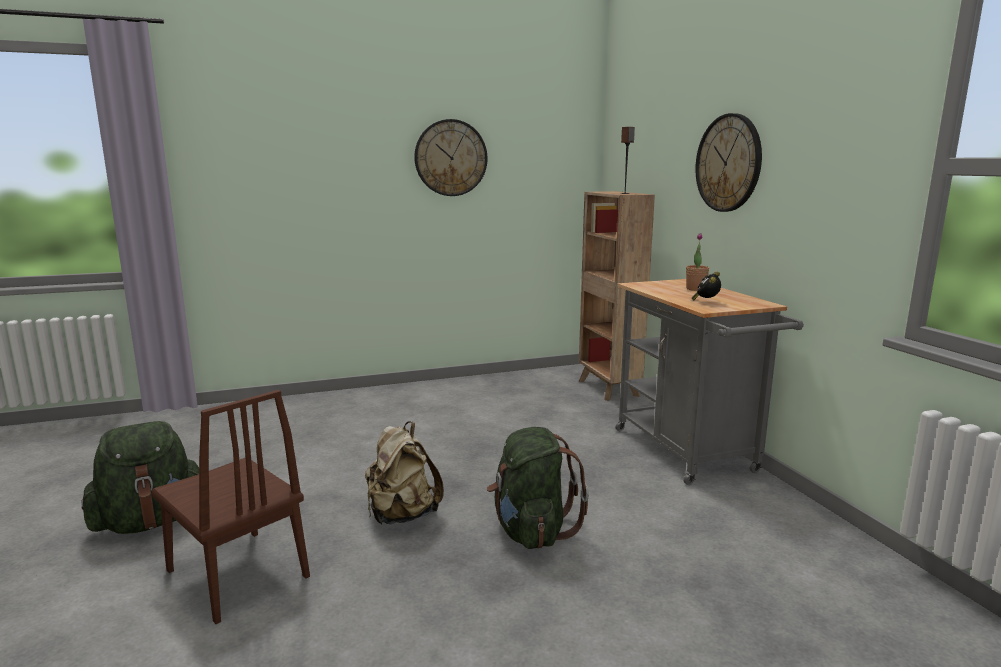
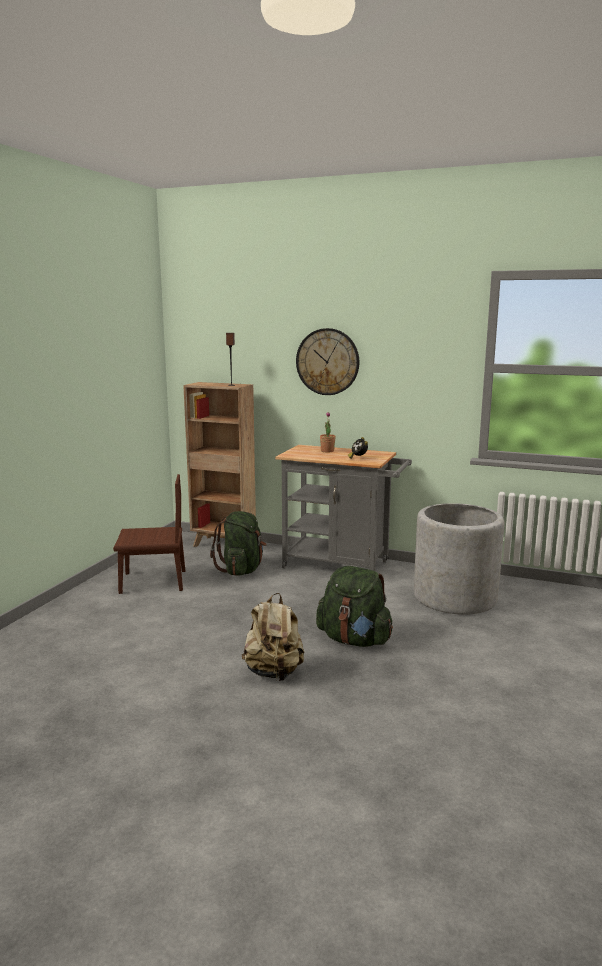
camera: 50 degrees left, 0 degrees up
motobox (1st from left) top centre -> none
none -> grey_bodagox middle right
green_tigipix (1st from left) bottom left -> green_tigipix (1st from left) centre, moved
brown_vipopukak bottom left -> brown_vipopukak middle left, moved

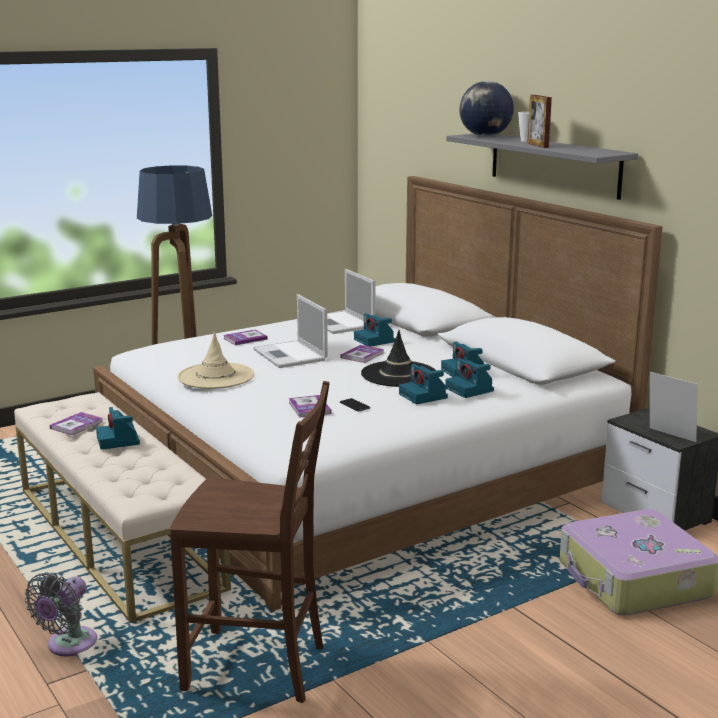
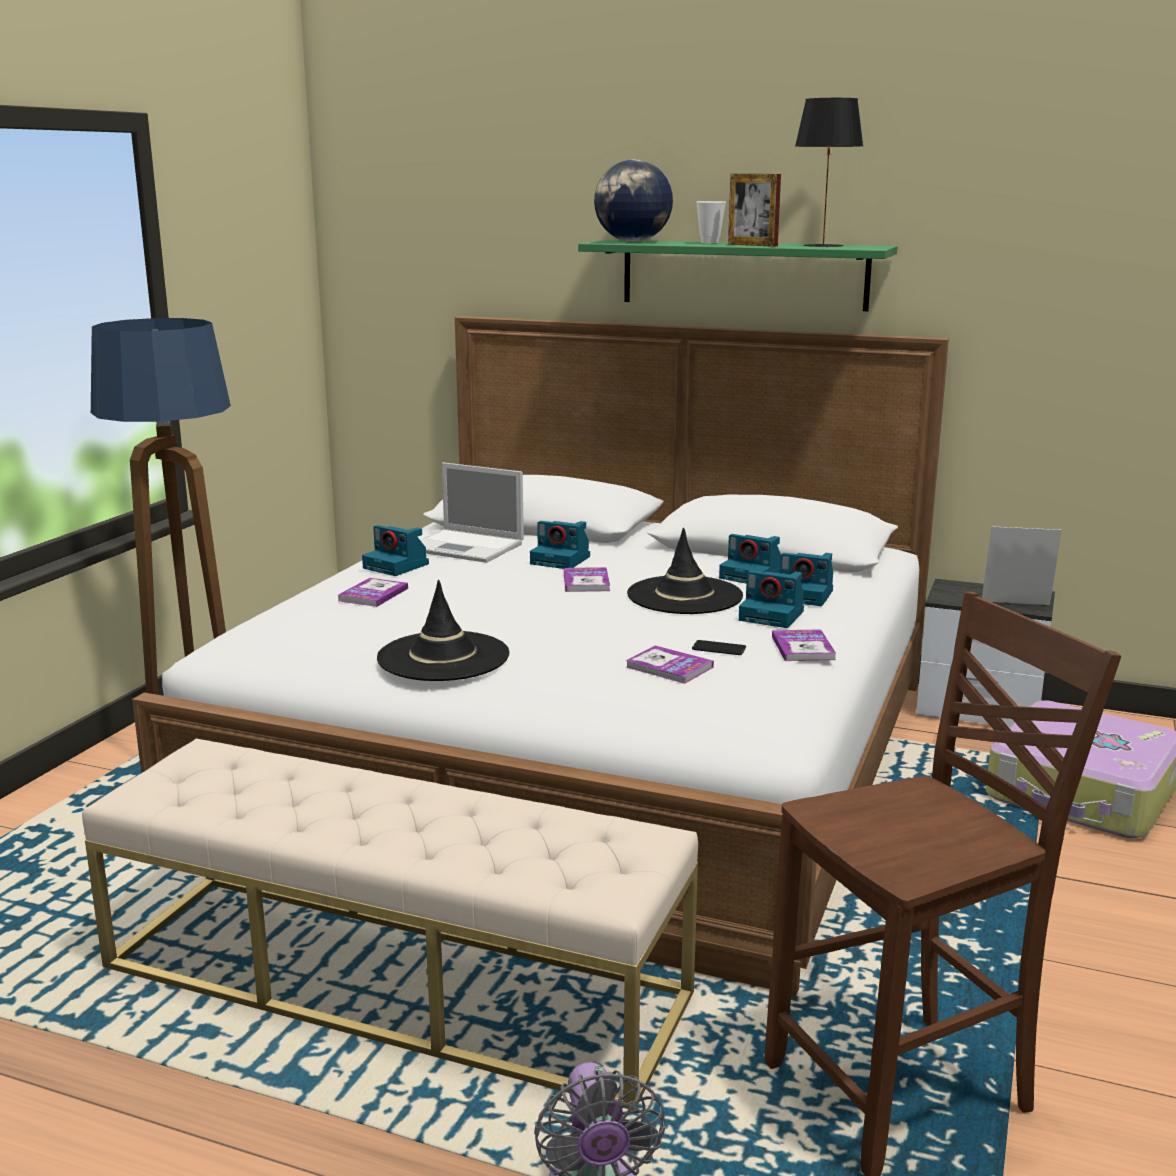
camera: 35 degrees left, 0 degrees up
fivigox (1st from left) centre -> none
none -> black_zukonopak top right
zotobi (1st from left in the first image) middle left -> zotobi (4th from left) middle right, moved
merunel (1st from left) middle left -> merunel (1st from left) centre, moved
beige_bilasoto middle left -> black_bilasoto (1st from left) centre
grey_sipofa top right -> green_sipofa top centre

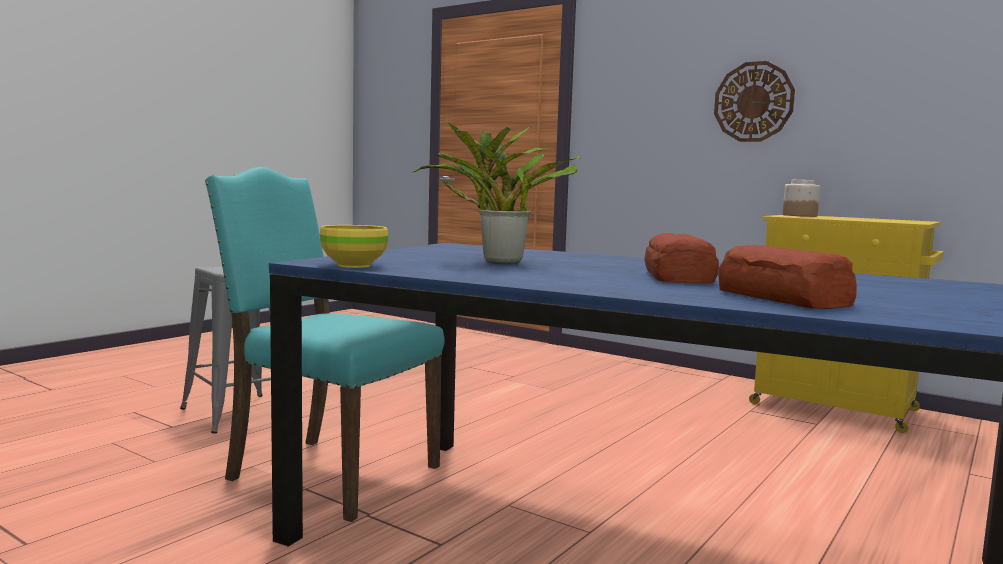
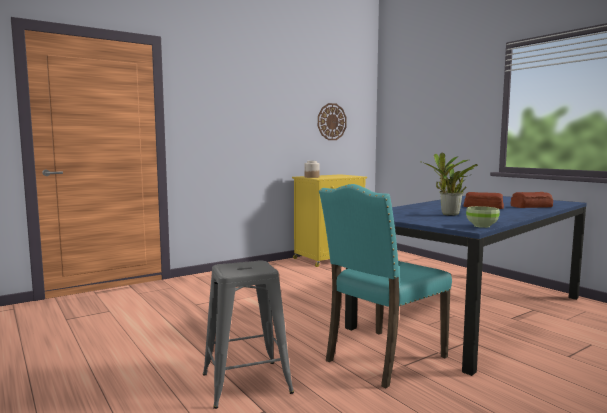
camera: 70 degrees left, 0 degrees up
motobox top right -> motobox top centre, moved
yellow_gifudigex centre -> green_gifudigex middle right

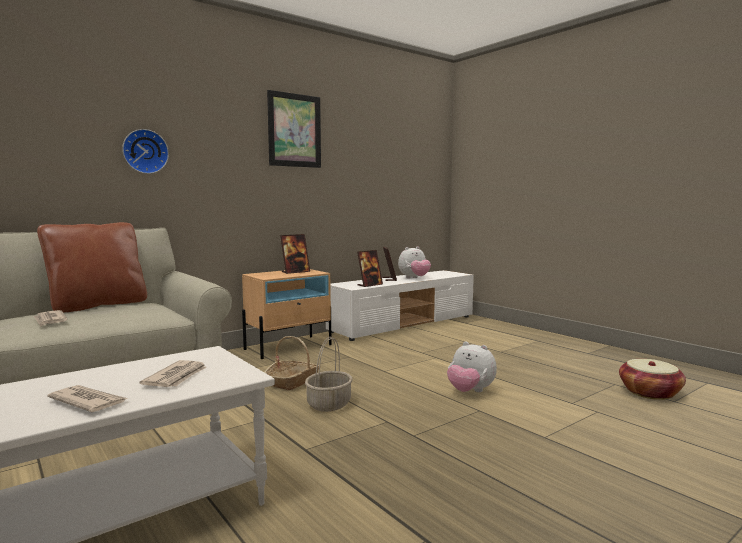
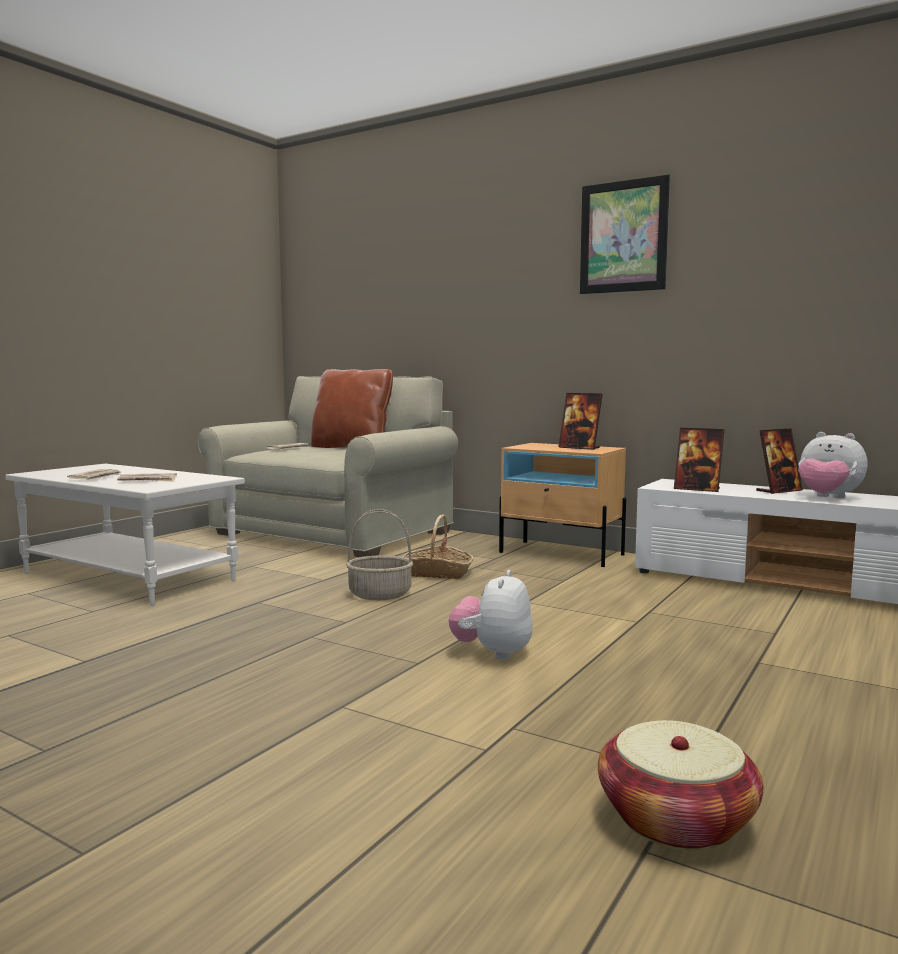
camera: 70 degrees right, 0 degrees up
motobox top left -> none

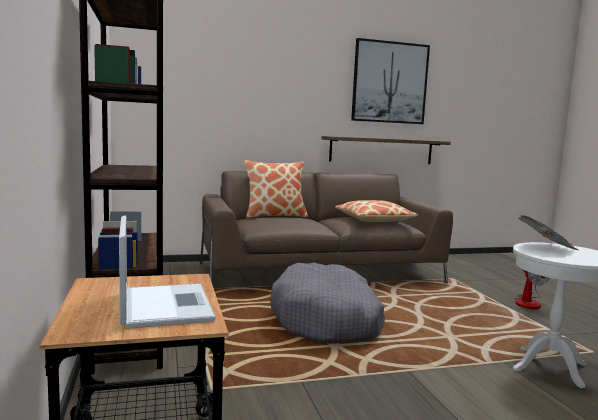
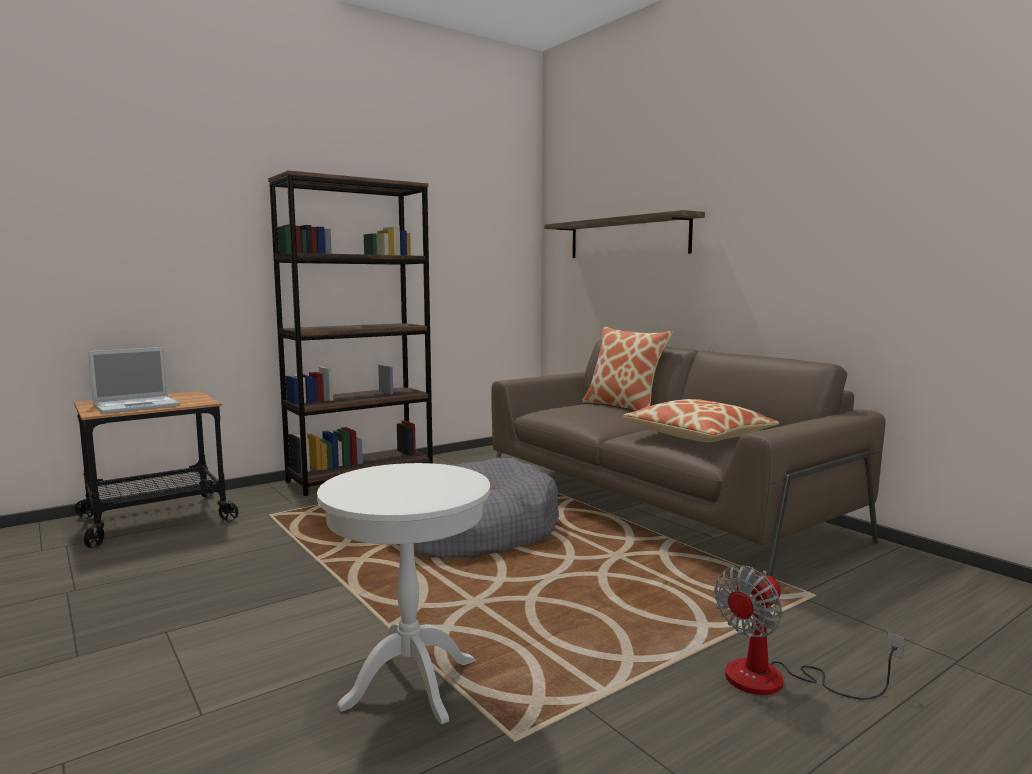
camera: 70 degrees right, 0 degrees up
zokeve top centre -> none
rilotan middle right -> none
sipofa centre -> sipofa top centre, moved

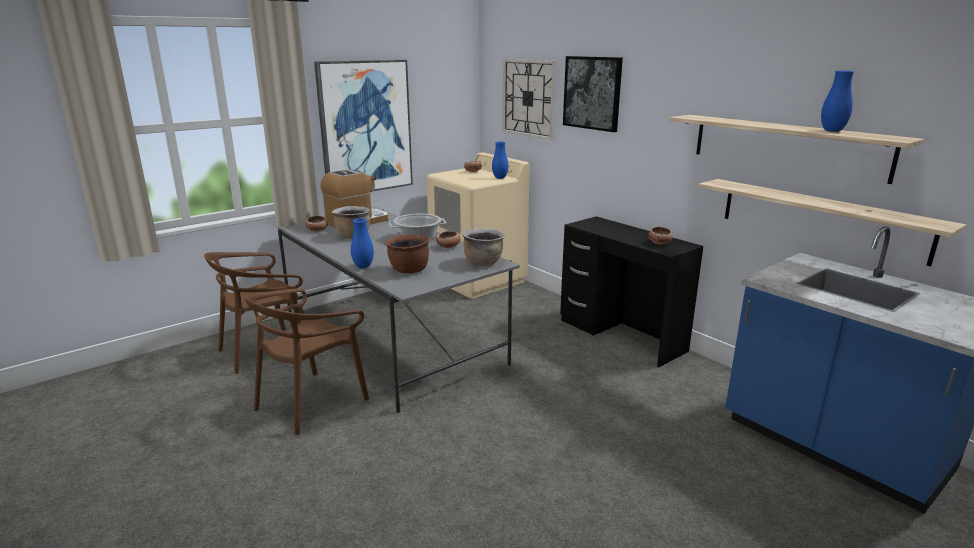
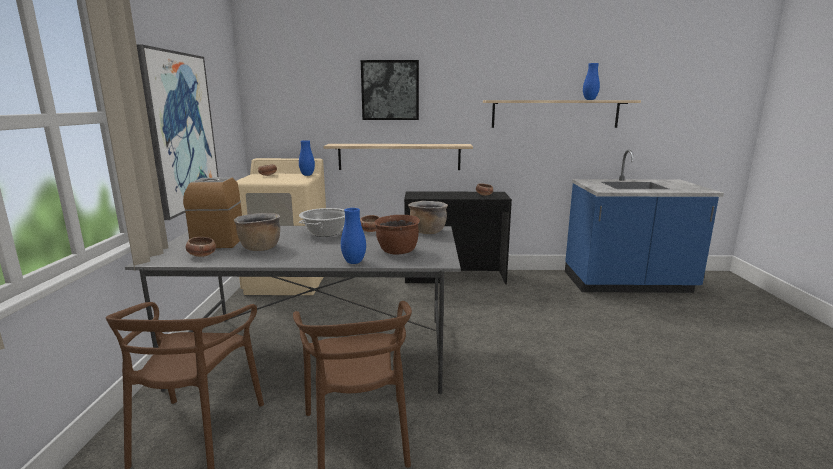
camera: 50 degrees left, 5 degrees down
motobox top centre -> none
sipofa (2nd from left in the first image) middle right -> sipofa (1st from left) centre, moved

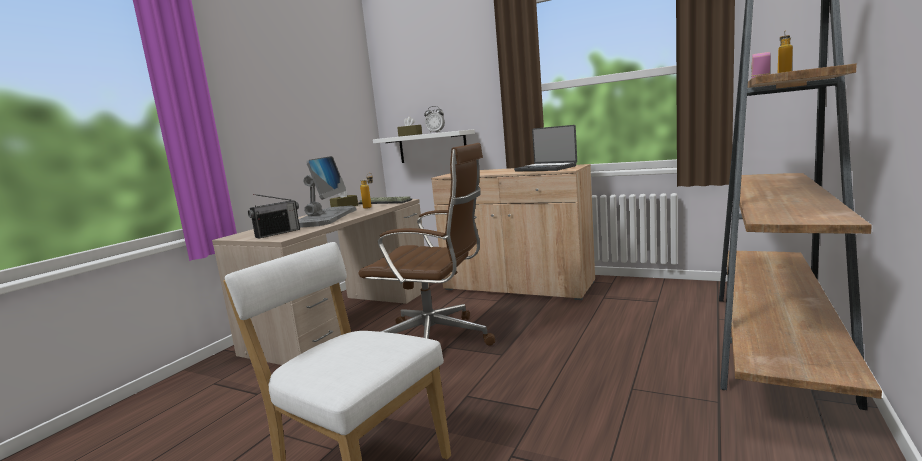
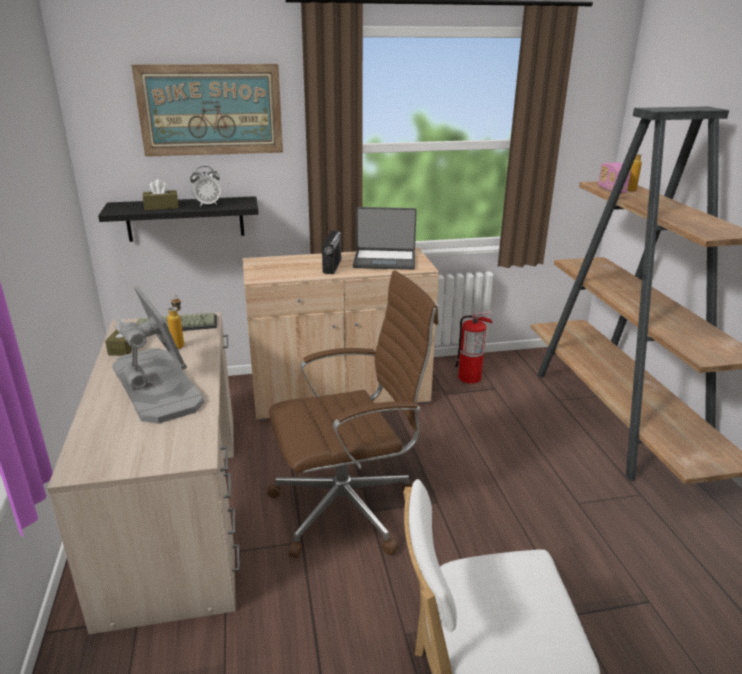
camera: 40 degrees left, 15 degrees up
none -> zokeve top left
none -> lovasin centre
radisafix (1st from left) middle left -> radisafix (1st from left) centre, moved
white_sipofa top centre -> black_sipofa top left

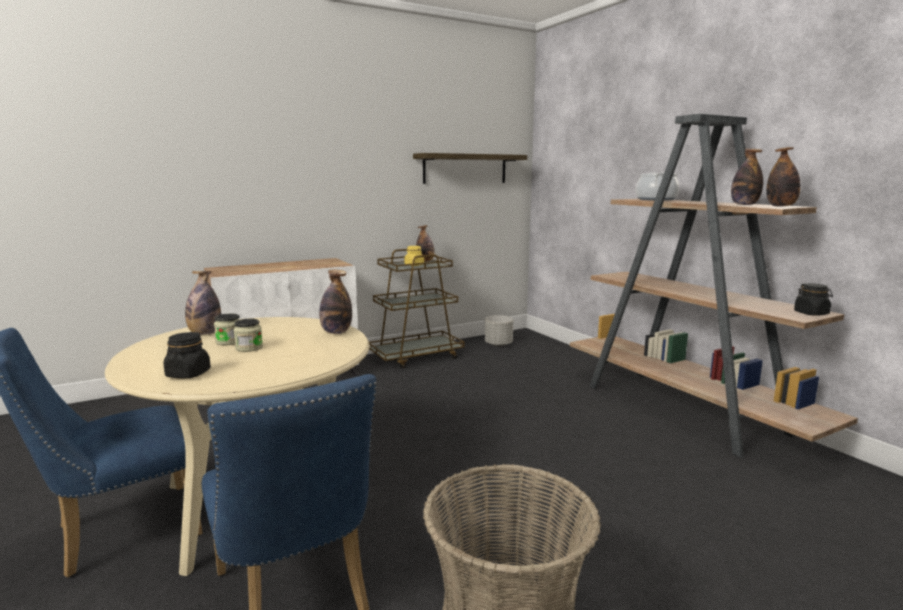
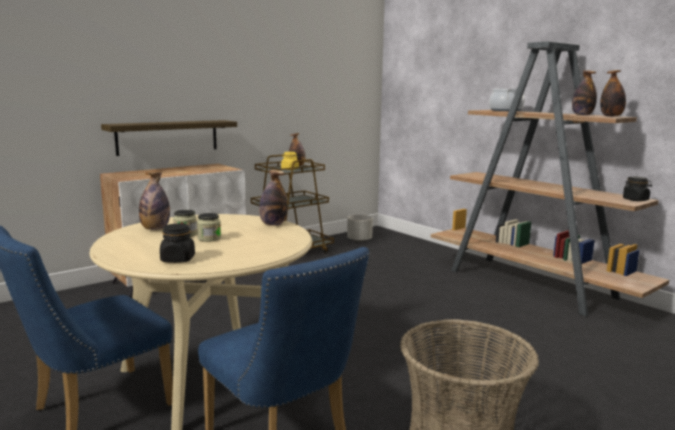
camera: 10 degrees left, 0 degrees up
sipofa top centre -> sipofa top left, moved

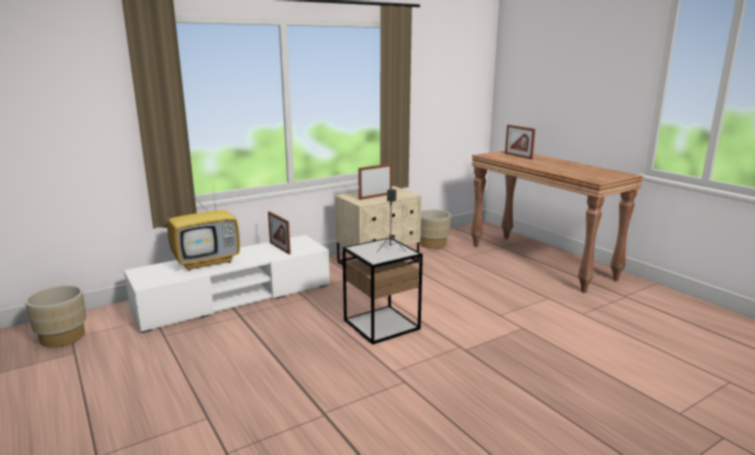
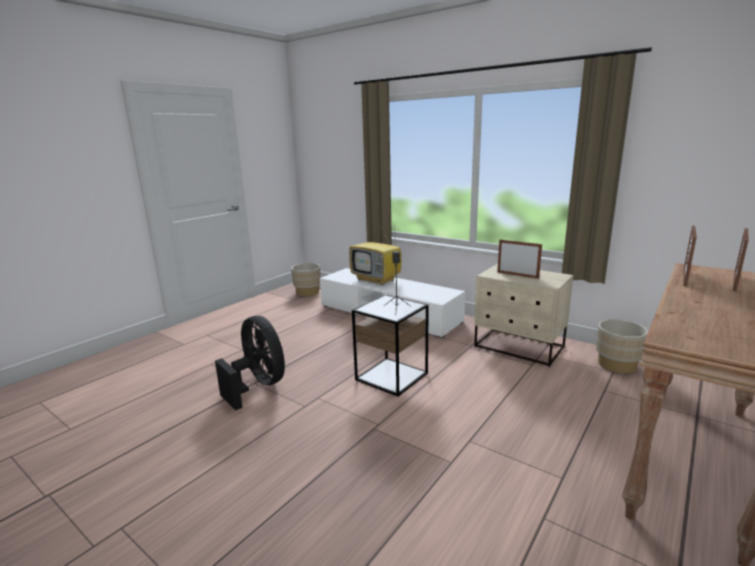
camera: 70 degrees right, 0 degrees up
none -> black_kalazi middle left
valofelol (1st from left in the first image) centre -> valofelol (2nd from left) middle right, moved

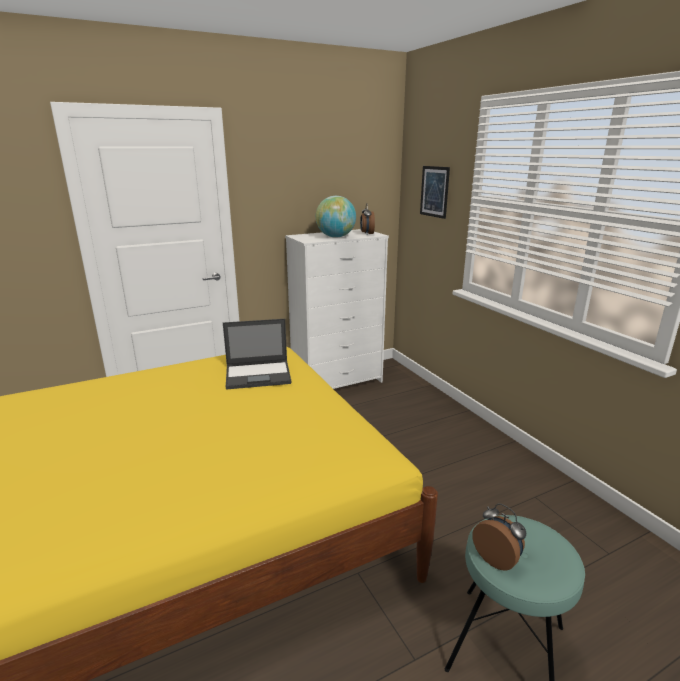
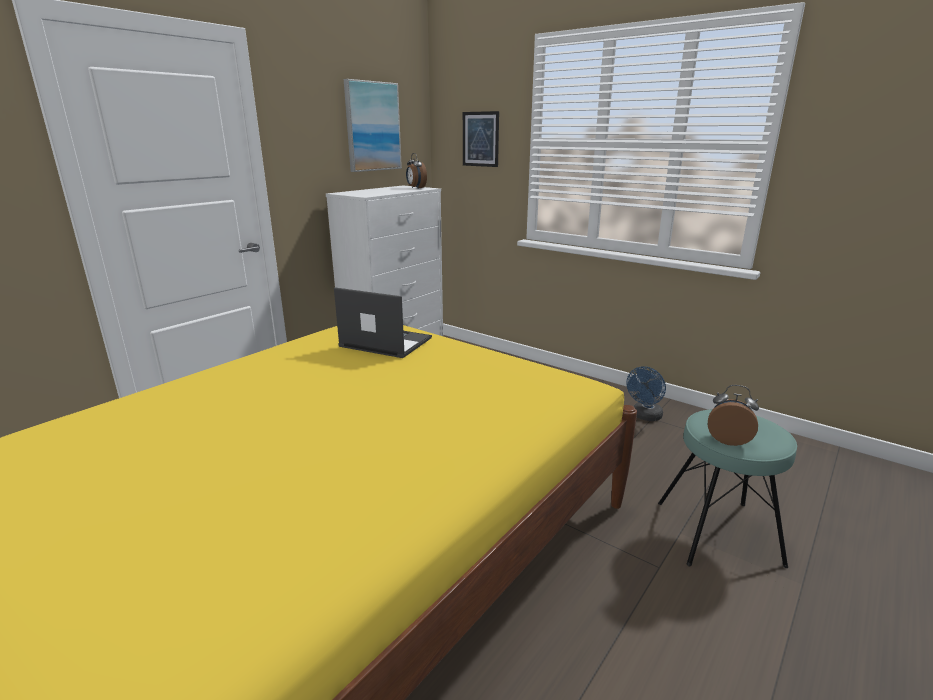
camera: 25 degrees left, 0 degrees up
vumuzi top centre -> none
none -> zokeve (1st from left) top centre
none -> blue_kalazi middle right
fivigox centre, 120 degrees counterclockwise

